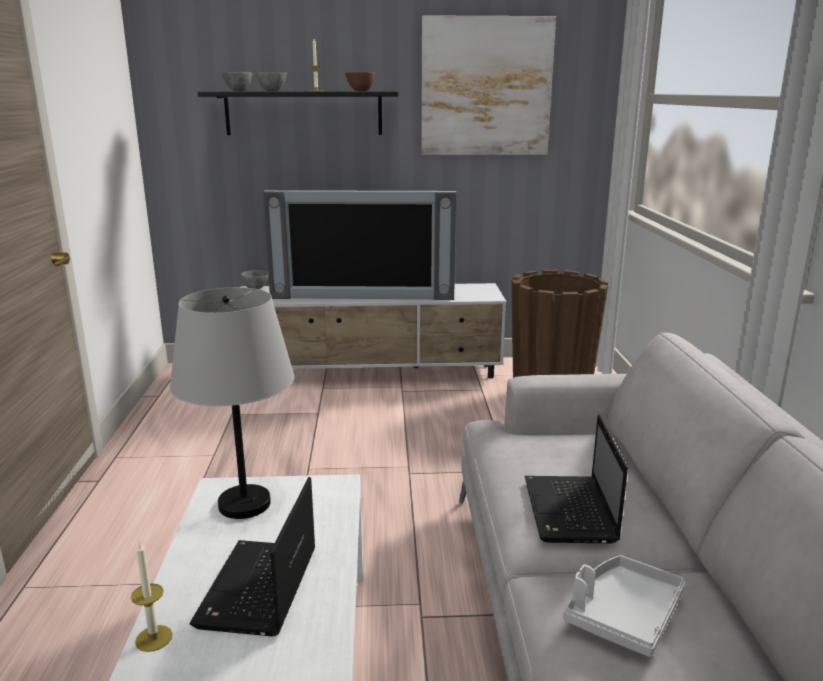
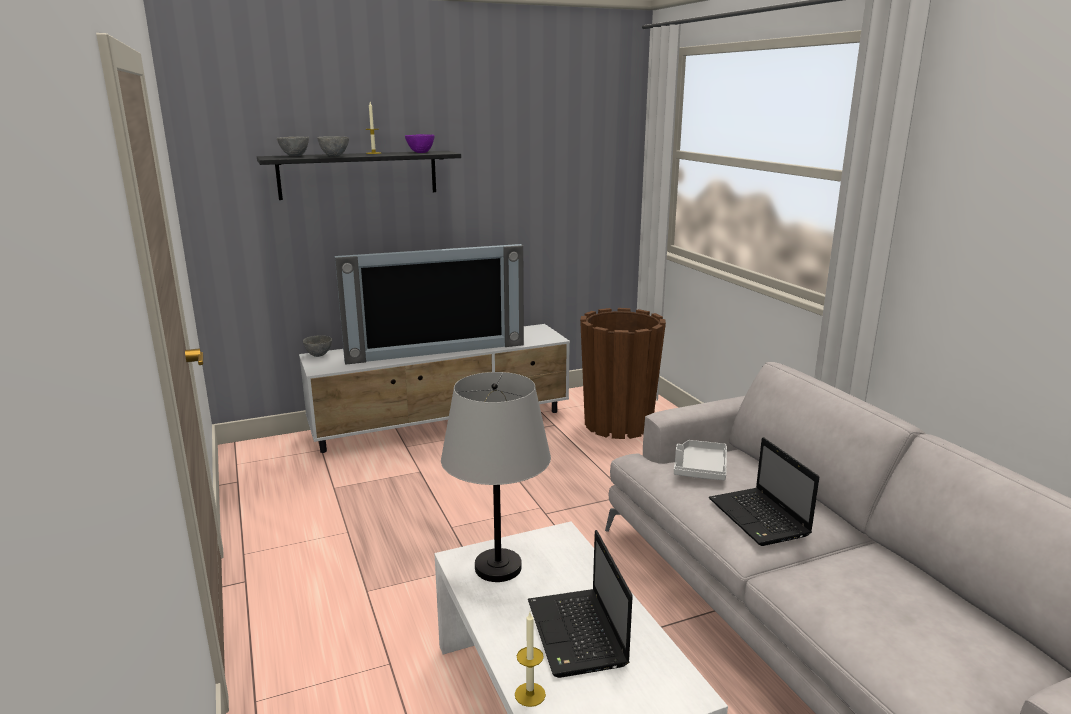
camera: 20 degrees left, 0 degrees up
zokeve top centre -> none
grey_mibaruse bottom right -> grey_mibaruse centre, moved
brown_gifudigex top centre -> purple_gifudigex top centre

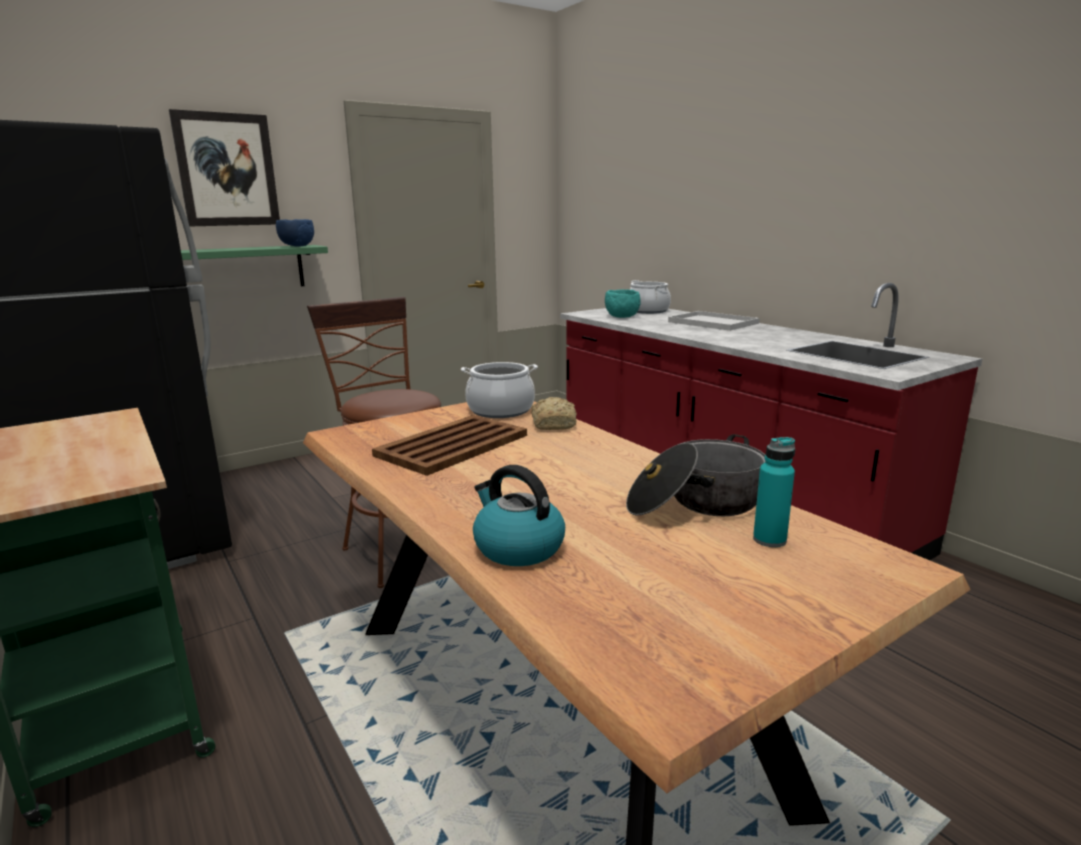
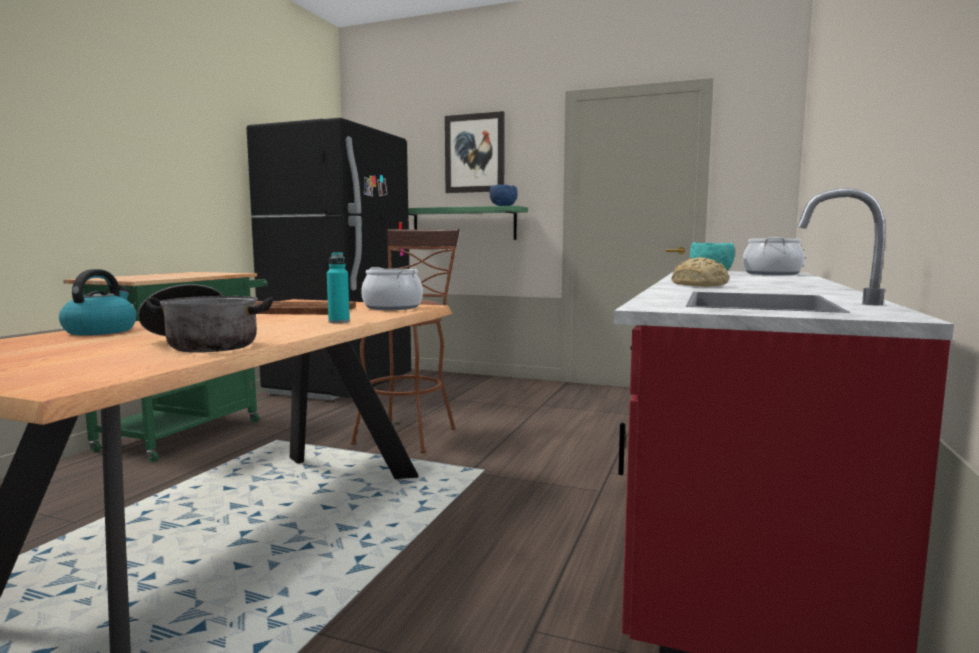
camera: 55 degrees right, 10 degrees down
white_mibaruse centre -> none
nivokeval centre -> nivokeval middle right, moved
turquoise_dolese middle right -> turquoise_dolese centre, moved

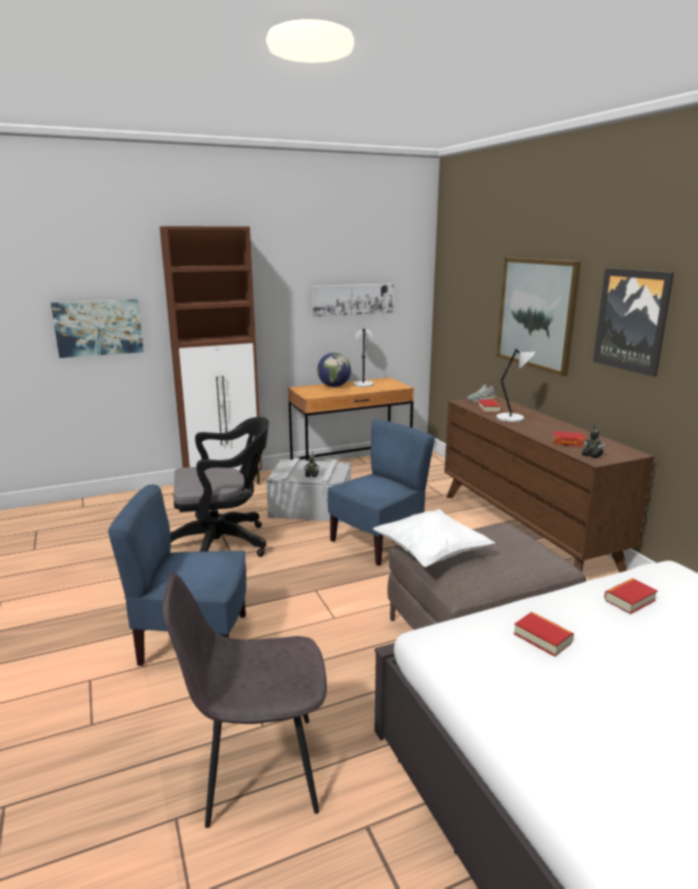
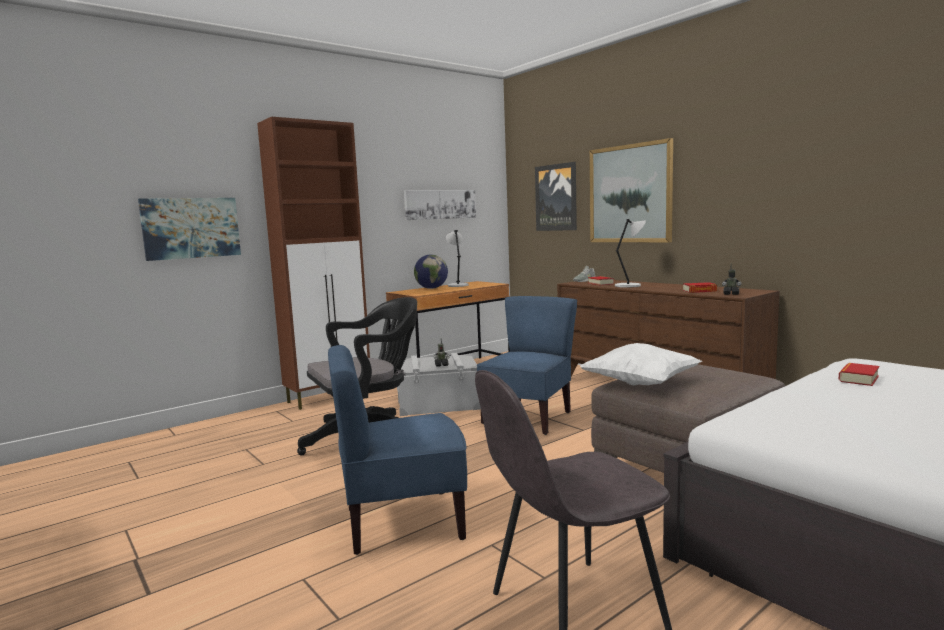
camera: 15 degrees left, 10 degrees down
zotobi (2nd from left) bottom right -> none
zokeve (4th from left in the first image) middle right -> zokeve (3rd from left) top centre, moved

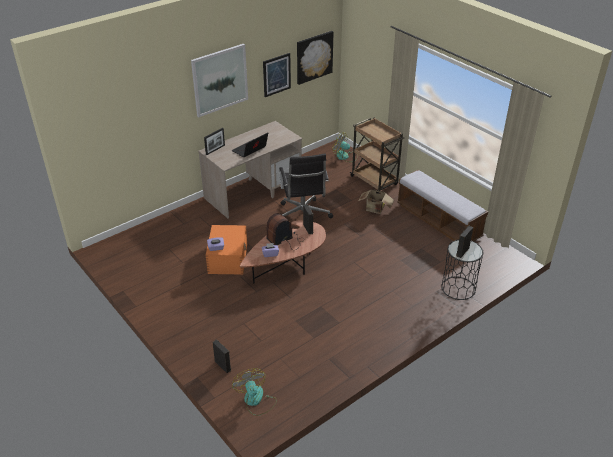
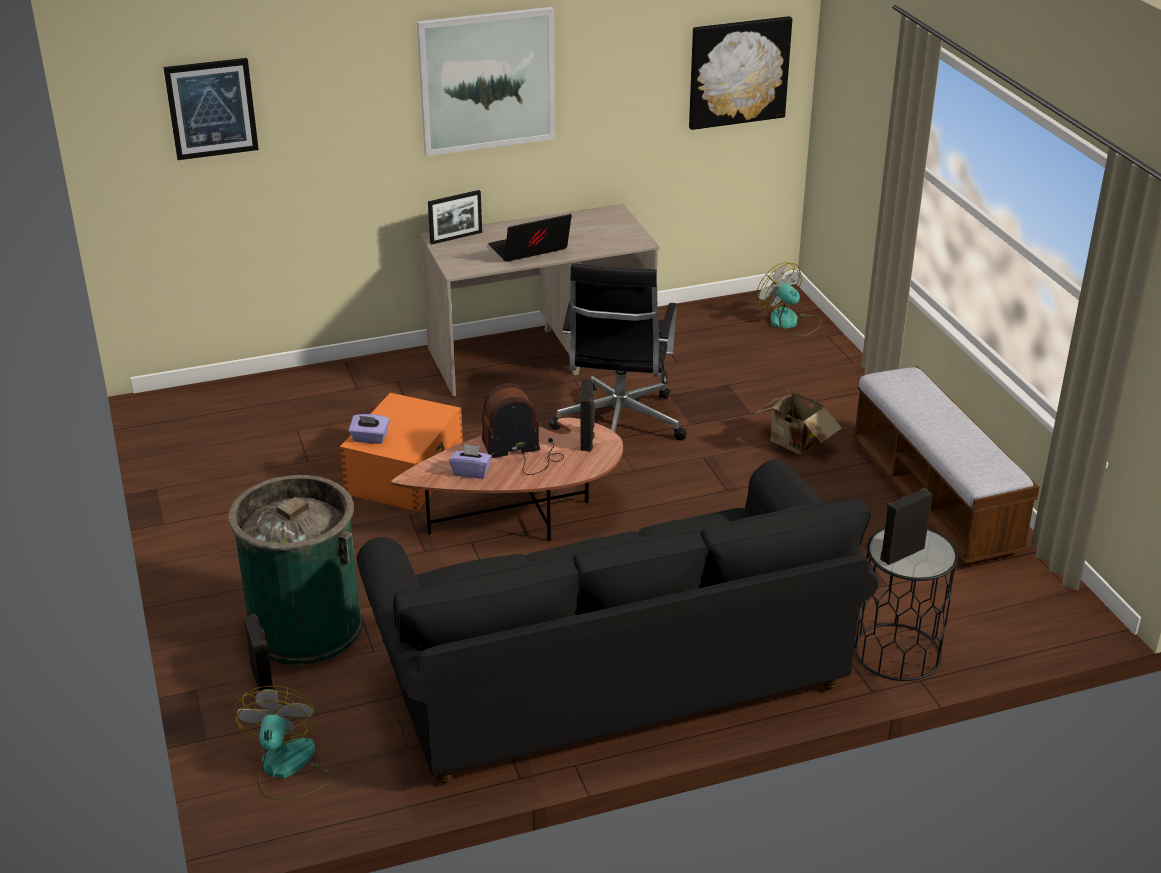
camera: 20 degrees right, 5 degrees down
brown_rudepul centre -> none
none -> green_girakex middle left
none -> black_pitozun bottom centre
zokeve (2nd from left in the first image) top centre -> zokeve (1st from left) top left, moved

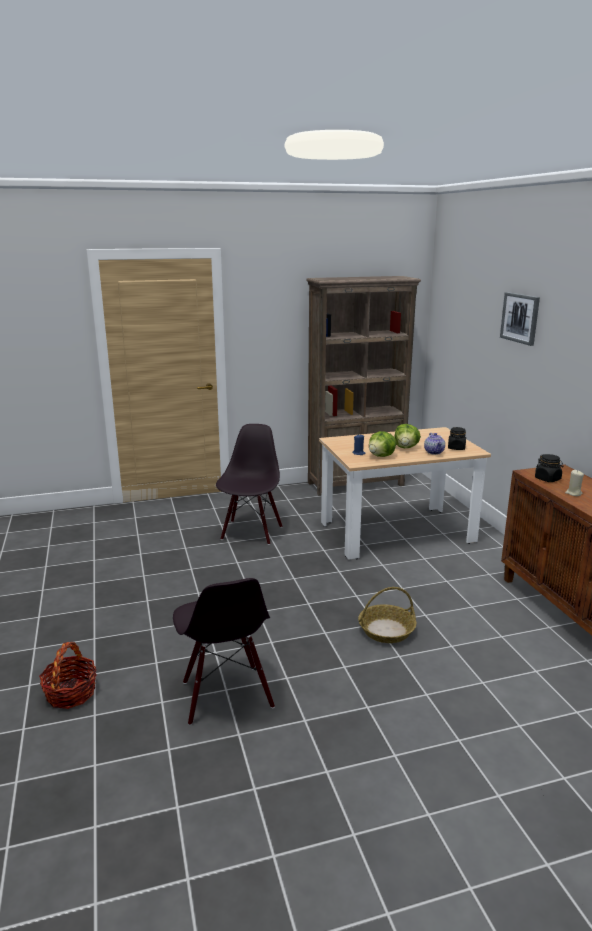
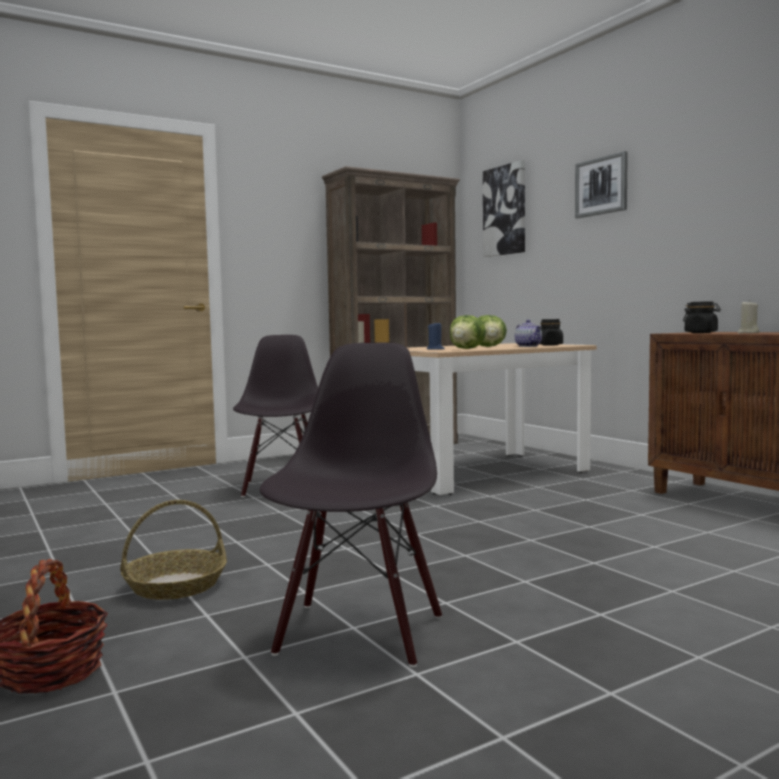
camera: 15 degrees left, 15 degrees down
none -> zokeve (1st from left) top centre
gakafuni (2nd from left) centre -> gakafuni (2nd from left) bottom left, moved
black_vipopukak (1st from left in the first image) bottom centre -> black_vipopukak (2nd from left) centre, 135 degrees counterclockwise

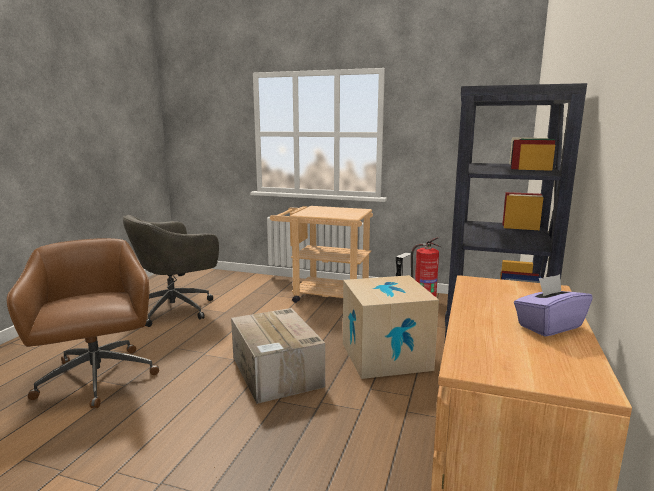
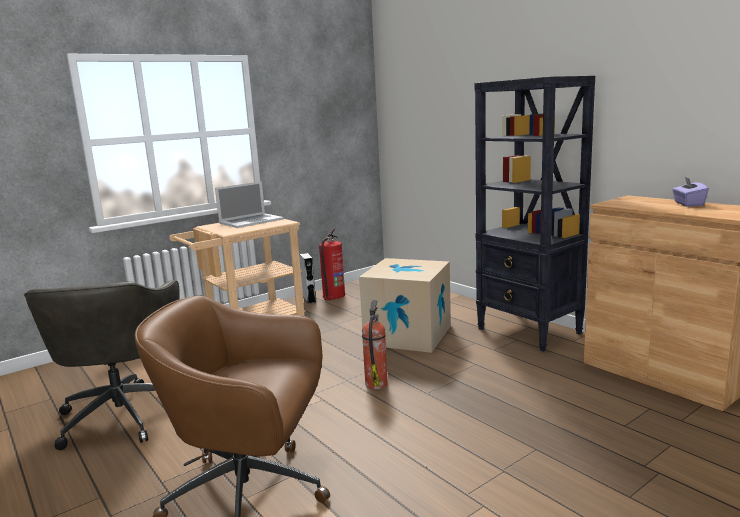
camera: 55 degrees left, 0 degrees up
none -> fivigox centre
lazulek (1st from left) bottom centre -> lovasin (2nd from left) centre

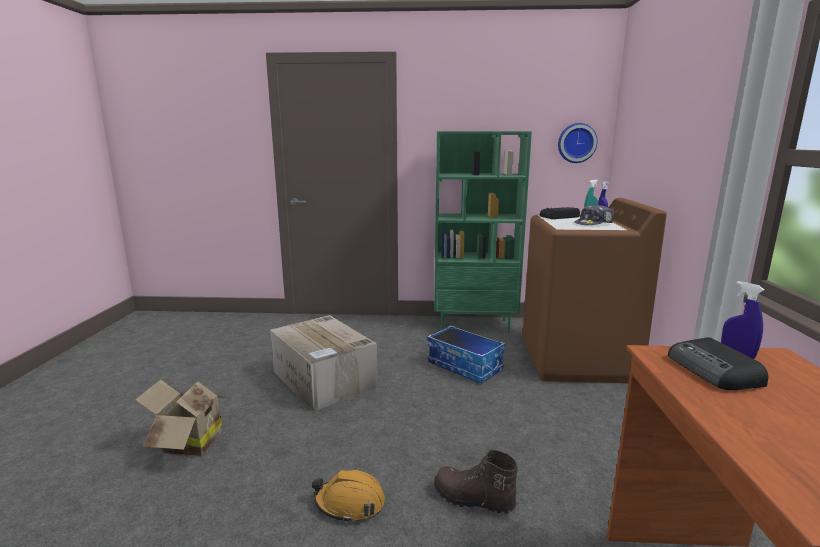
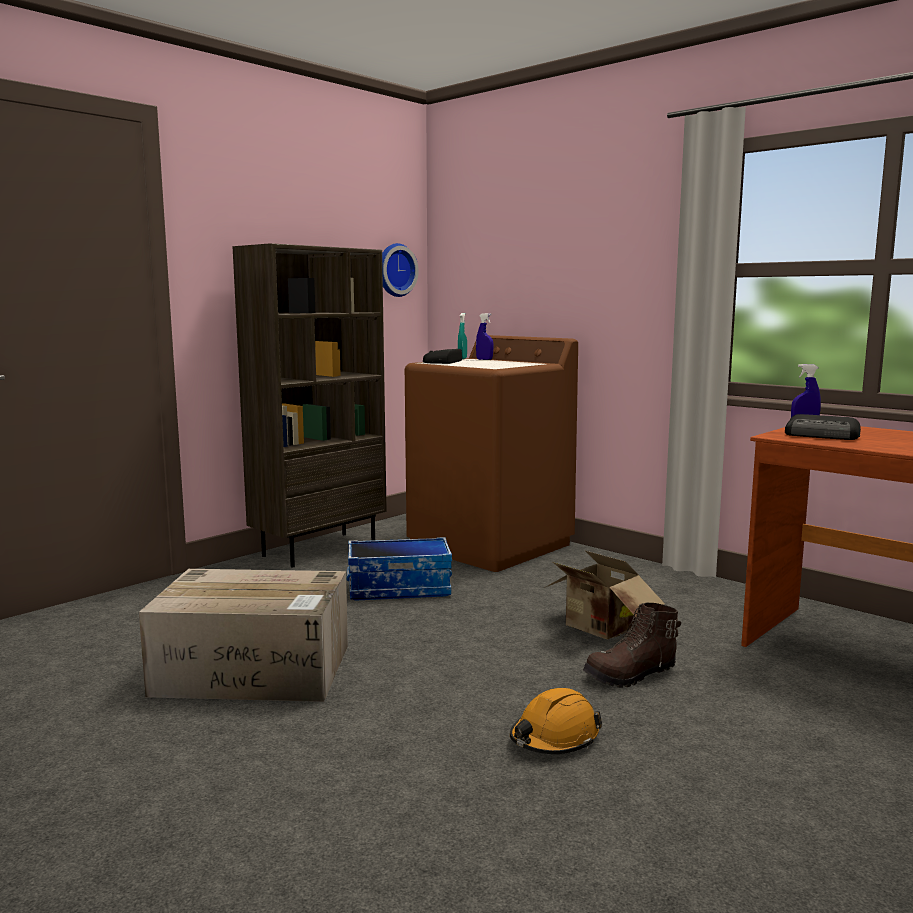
camera: 50 degrees left, 5 degrees down
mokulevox middle right -> none
lazulek (1st from left in the first image) bottom left -> lazulek (2nd from left) centre, moved
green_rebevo centre -> brown_rebevo centre

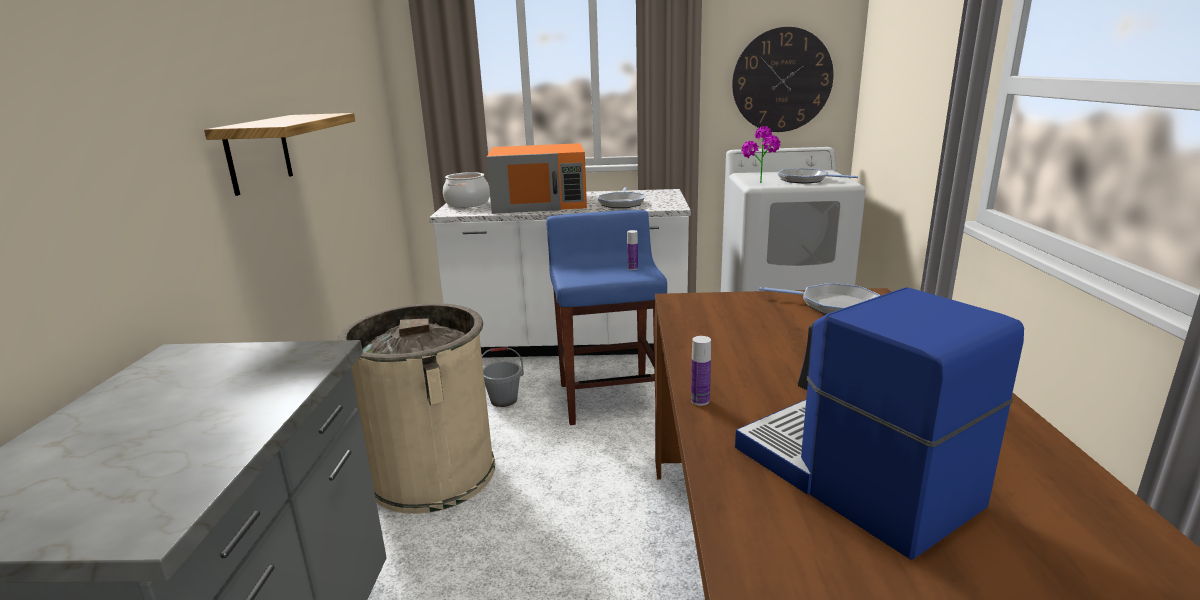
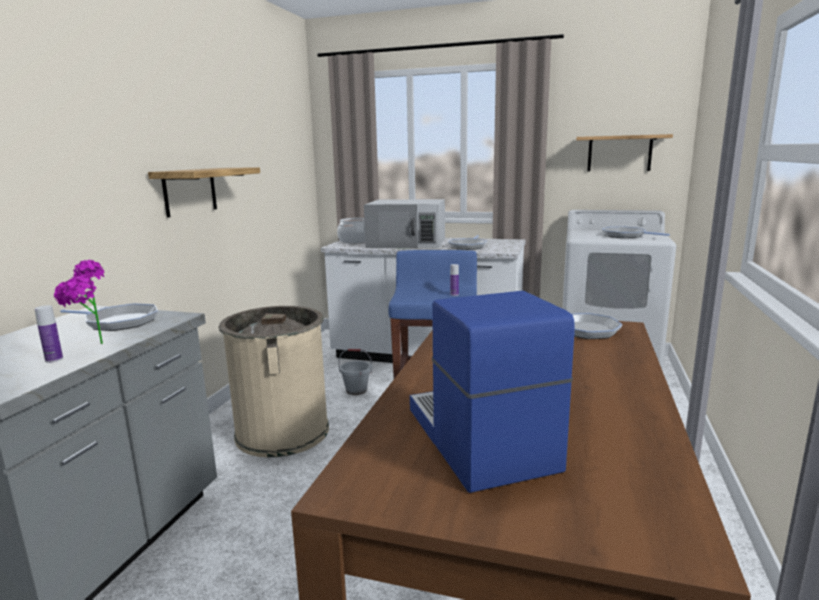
camera: 15 degrees right, 5 degrees down
none -> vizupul (1st from left) middle left
dolese (2nd from left in the first image) centre -> dolese (1st from left) middle left, moved
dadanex top centre -> dadanex middle left, moved
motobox top centre -> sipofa (2nd from left) top right
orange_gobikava top centre -> white_gobikava centre

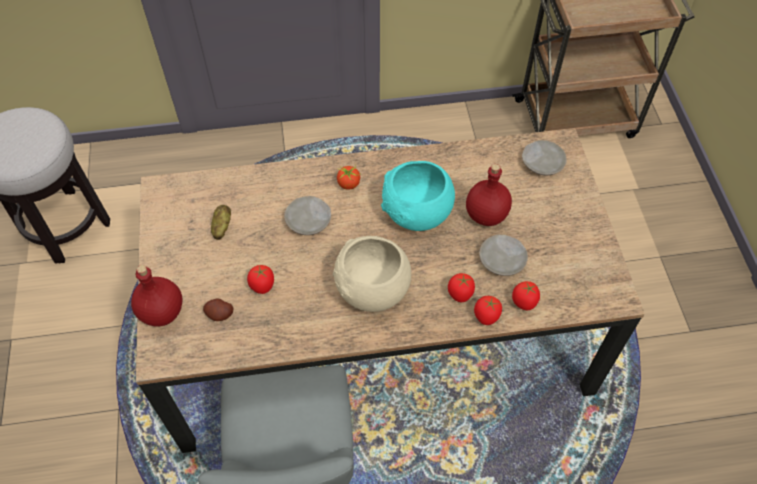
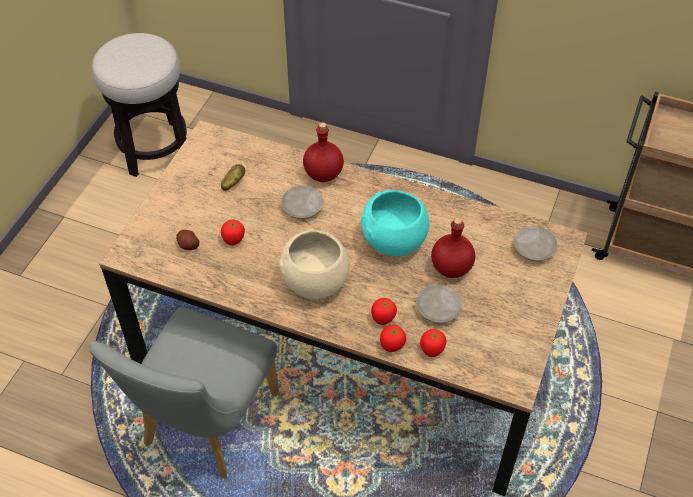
camera: 30 degrees right, 5 degrees down
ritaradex (2nd from left) centre -> none
red_dolese (1st from left) middle left -> red_dolese (1st from left) top centre, moved

